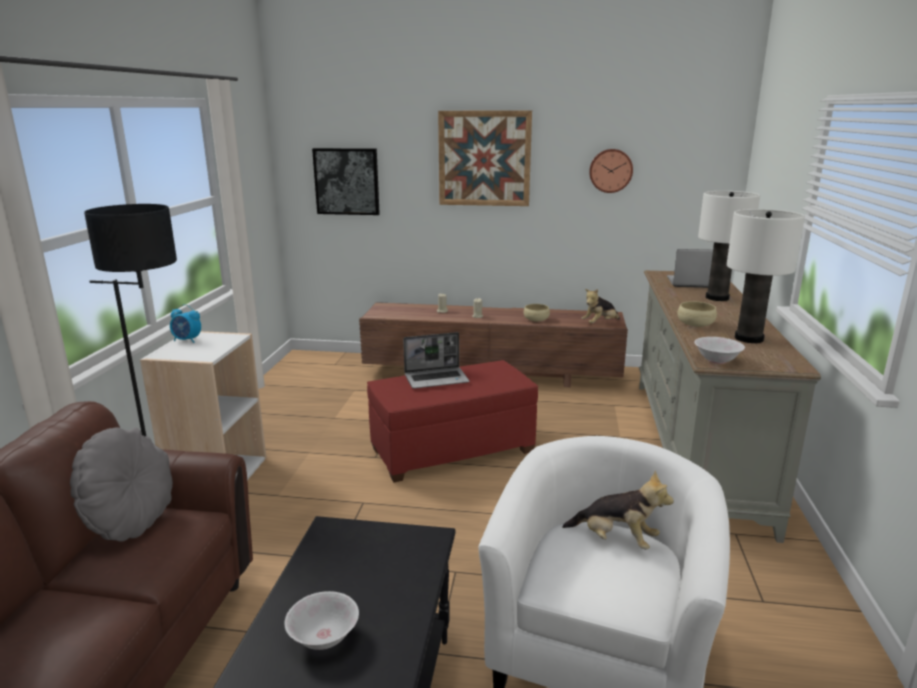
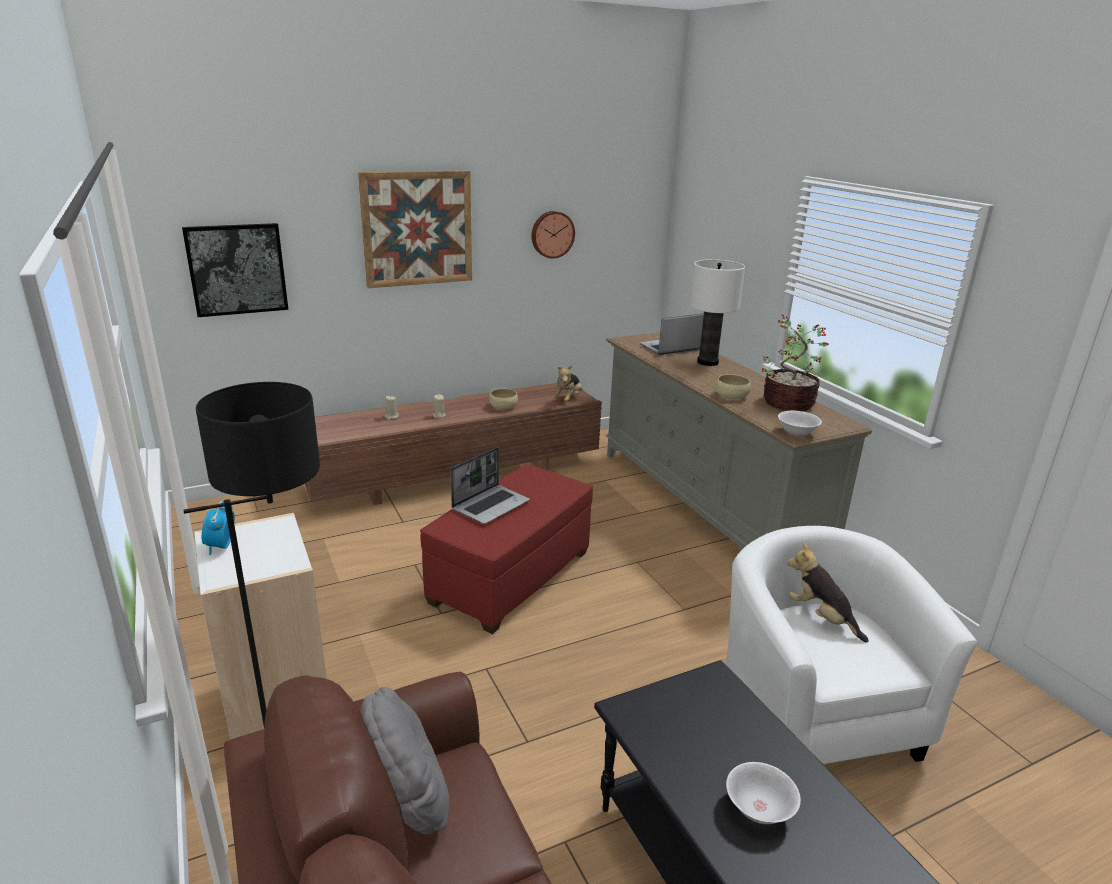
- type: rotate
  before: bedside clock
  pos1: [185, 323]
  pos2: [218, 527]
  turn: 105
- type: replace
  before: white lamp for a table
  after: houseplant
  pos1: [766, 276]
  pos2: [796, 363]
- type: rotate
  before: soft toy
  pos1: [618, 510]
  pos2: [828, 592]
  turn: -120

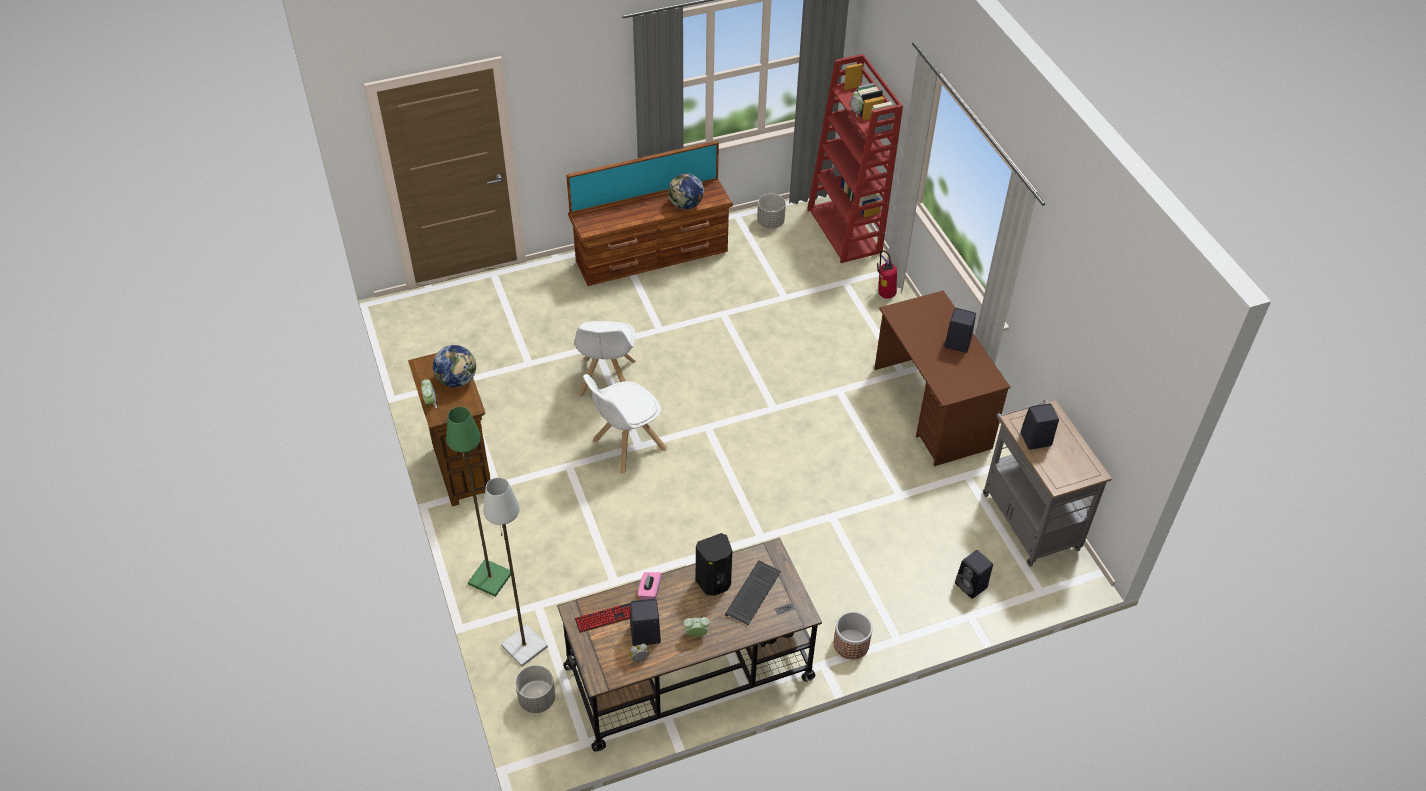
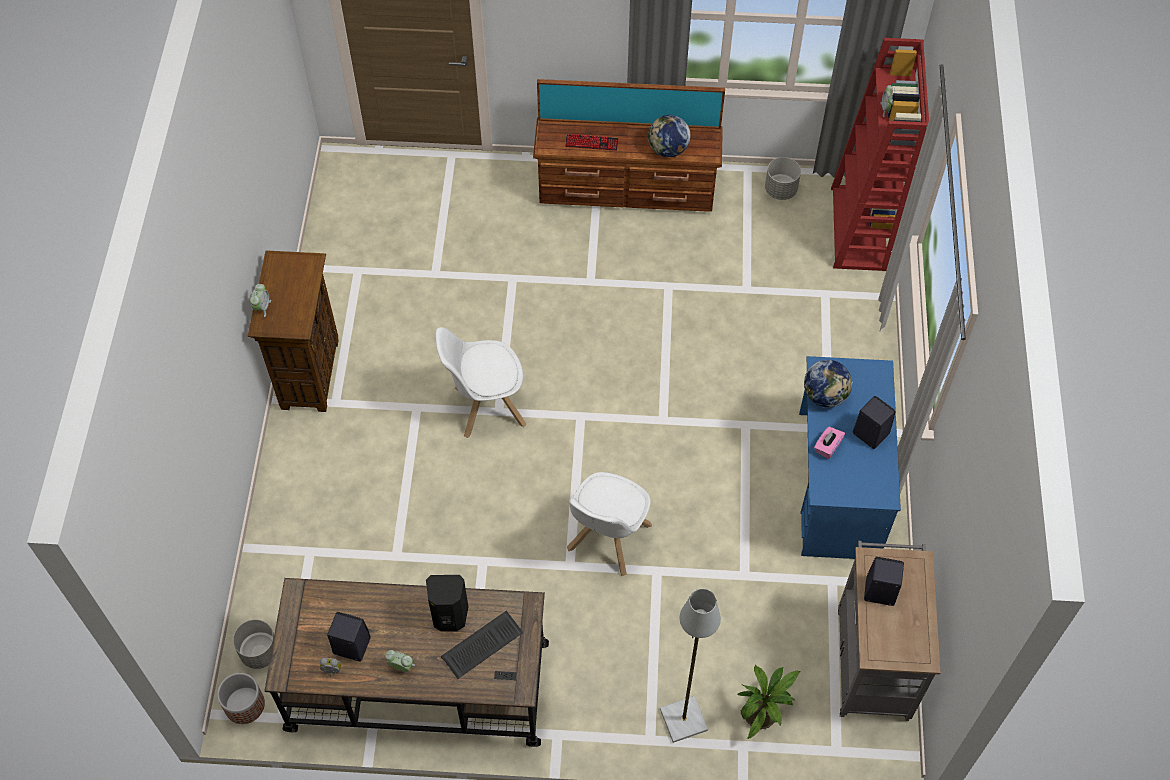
- type: move
  before: planter
  pos1: [853, 635]
  pos2: [241, 698]
- type: move
  before: keyboard
  pos1: [602, 618]
  pos2: [591, 142]
- type: move
  before: white chair
  pos1: [605, 359]
  pos2: [609, 524]
- type: move
  before: grey floor lamp
  pos1: [515, 572]
  pos2: [690, 666]
- type: replace
  before: black-coloured speaker
  after: houseplant
  pos1: [974, 574]
  pos2: [769, 702]
- type: recolor
  before: brownish desk
  after: blue desk
  pos1: [942, 378]
  pos2: [850, 457]
- type: move
  before: world globe
  pos1: [454, 366]
  pos2: [828, 383]
- type: move
  before: pink-coloured tissue box
  pos1: [649, 586]
  pos2: [829, 442]
- type: delete
  before: green-coloured floor lamp
  pos1: [478, 502]
- type: delete
  before: fire extinguisher
  pos1: [887, 274]

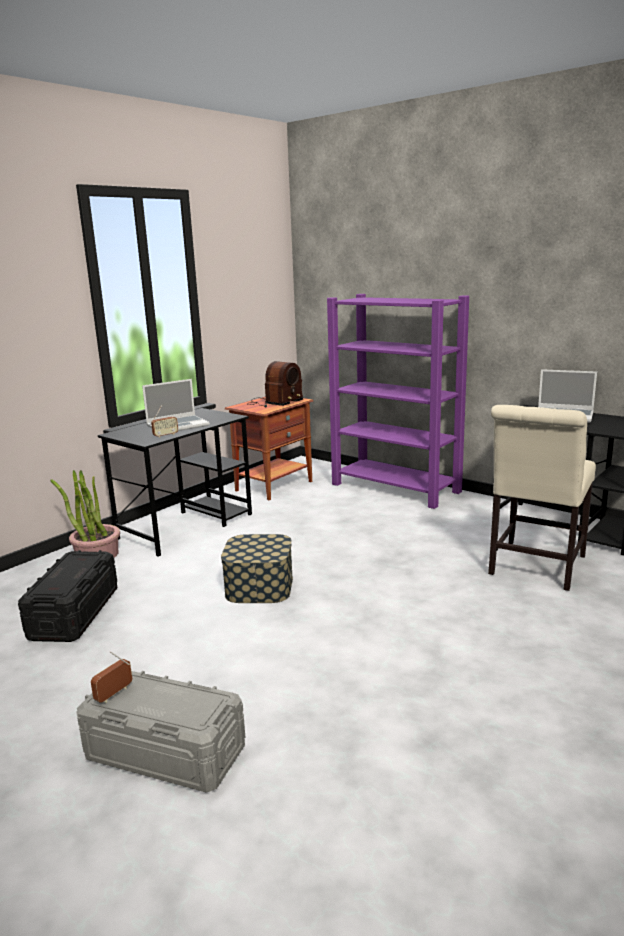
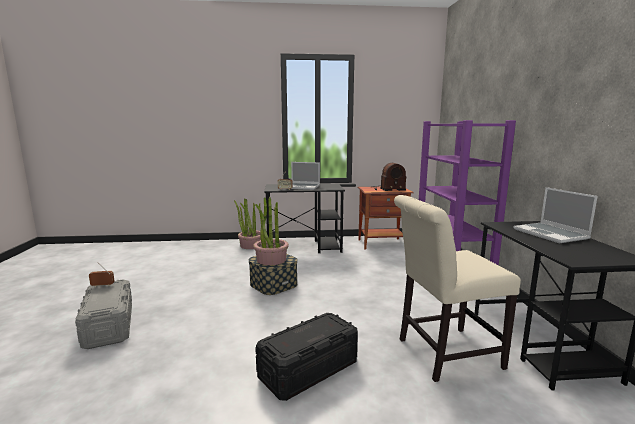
- type: insert
  after: houseplant
  pos2: [271, 231]
- type: move
  before: black-coloured storage container
  pos1: [68, 596]
  pos2: [306, 357]

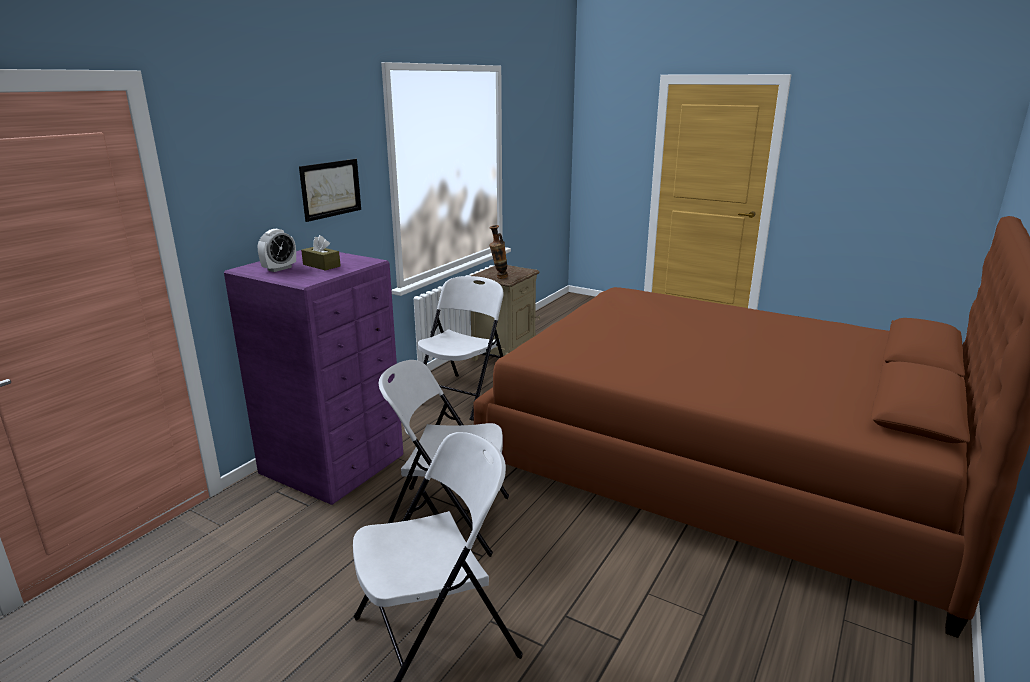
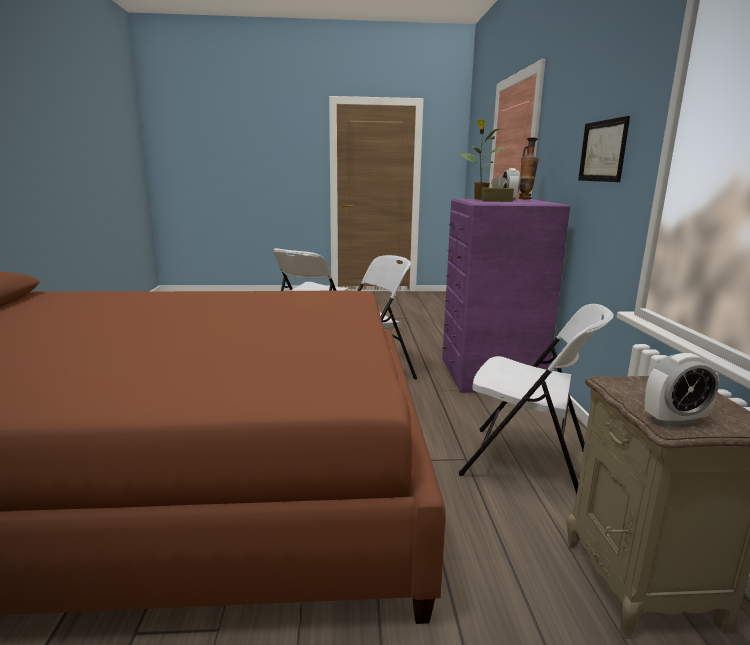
- type: rotate
  before: white chair
  pos1: [460, 348]
  pos2: [536, 399]
  turn: -60
- type: insert
  after: houseplant
  pos2: [482, 159]
- type: move
  before: flower vase
  pos1: [498, 252]
  pos2: [529, 168]
- type: insert
  after: bedside clock
  pos2: [682, 389]

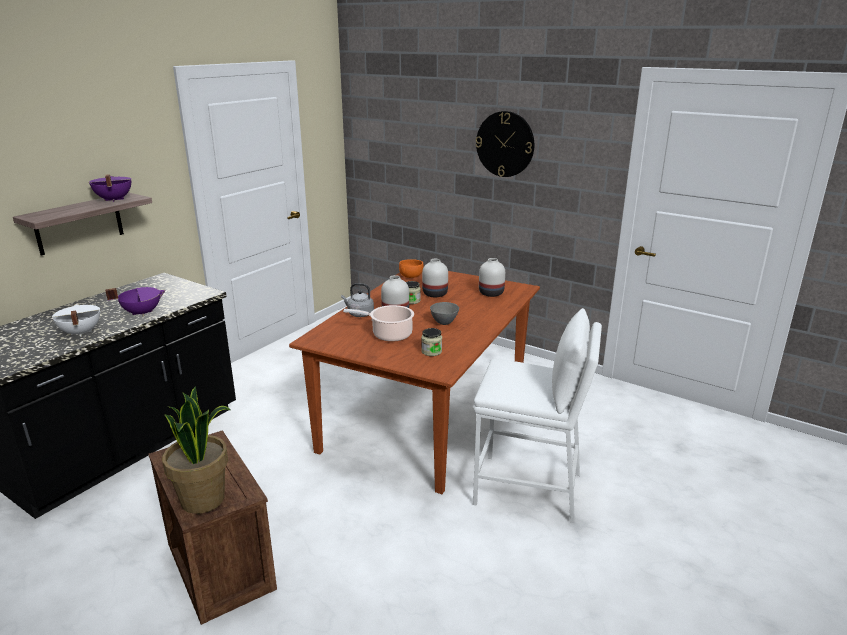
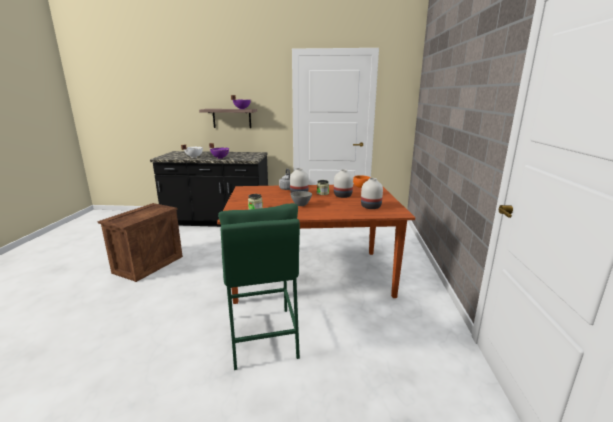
- type: recolor
  before: white sitting stool
  after: green-coloured sitting stool
  pos1: [537, 415]
  pos2: [259, 286]
- type: delete
  before: houseplant
  pos1: [196, 450]
- type: delete
  before: cooking pot
  pos1: [378, 323]
- type: delete
  before: clock on the wall
  pos1: [505, 144]

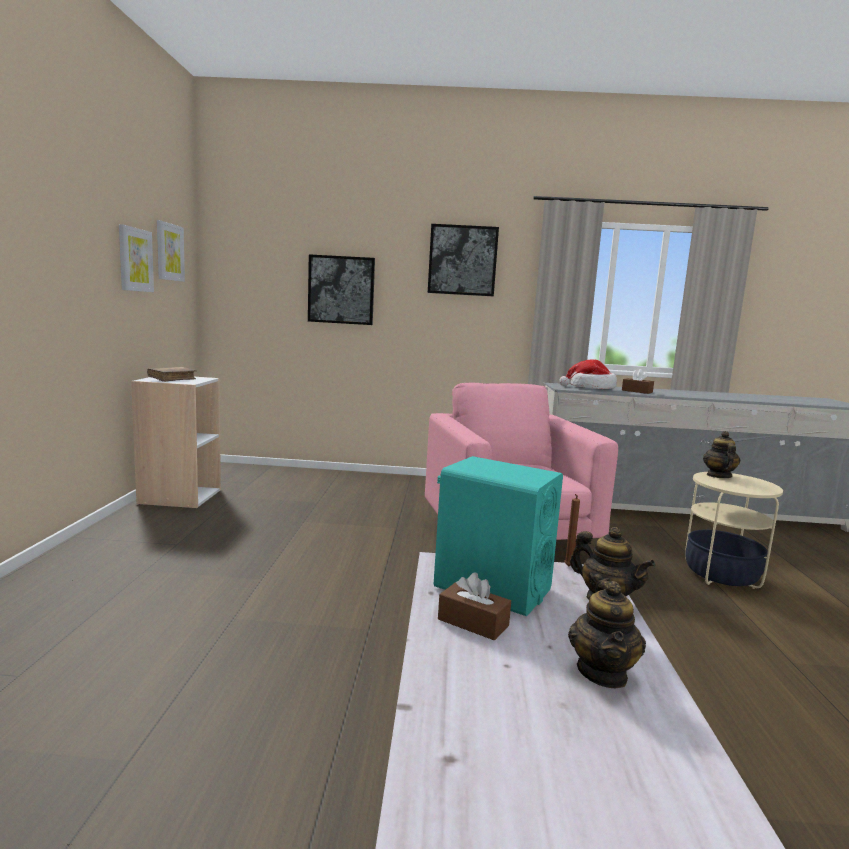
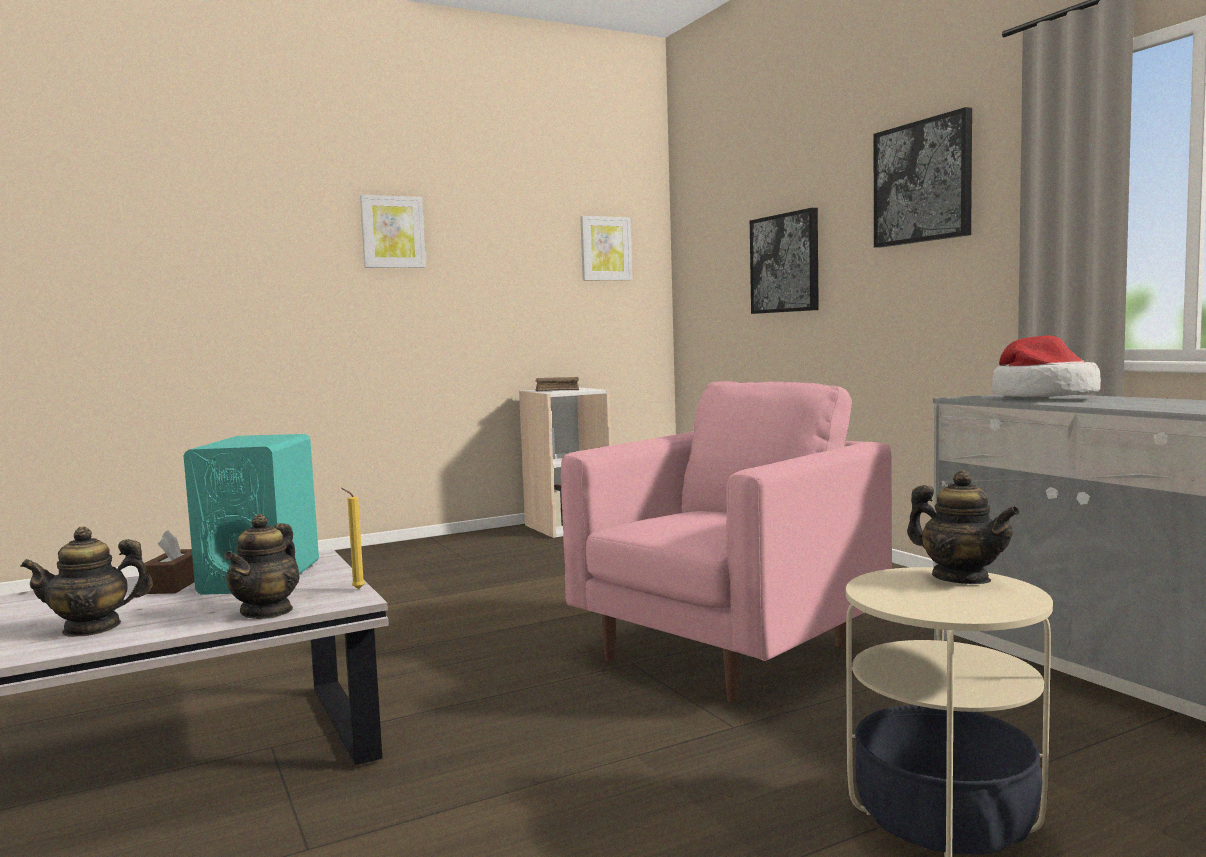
- type: recolor
  before: brownish wax candle
  after: yellow wax candle
  pos1: [572, 530]
  pos2: [353, 538]
- type: move
  before: wall art
  pos1: [136, 258]
  pos2: [393, 231]
- type: rotate
  before: tea pot
  pos1: [721, 454]
  pos2: [963, 527]
  turn: 75
- type: delete
  before: brownish tissue box
  pos1: [638, 381]

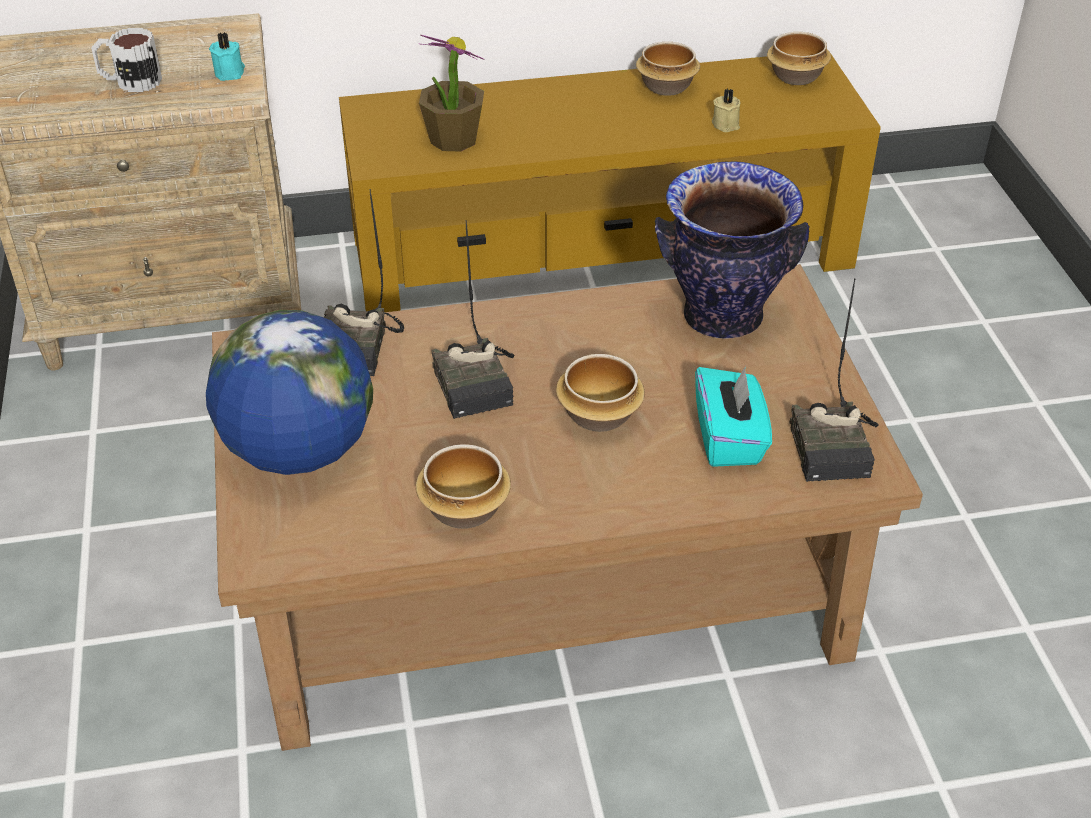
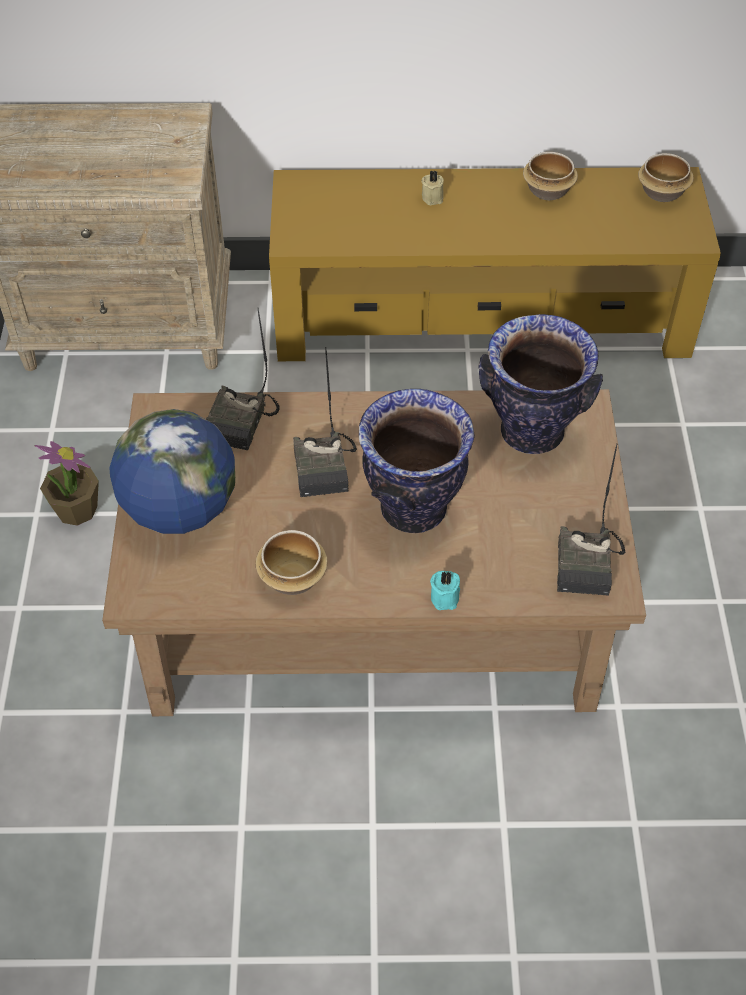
- type: move
  before: houseplant
  pos1: [452, 93]
  pos2: [67, 483]
- type: replace
  before: deep dish
  after: flower vase
  pos1: [600, 393]
  pos2: [417, 461]
- type: move
  before: beige-coloured wax candle
  pos1: [726, 110]
  pos2: [433, 187]
- type: move
  before: turquoise-coloured wax candle
  pos1: [227, 56]
  pos2: [445, 590]
- type: delete
  before: tea mug
  pos1: [126, 60]
- type: delete
  before: turquoise-coloured tissue box
  pos1: [733, 416]

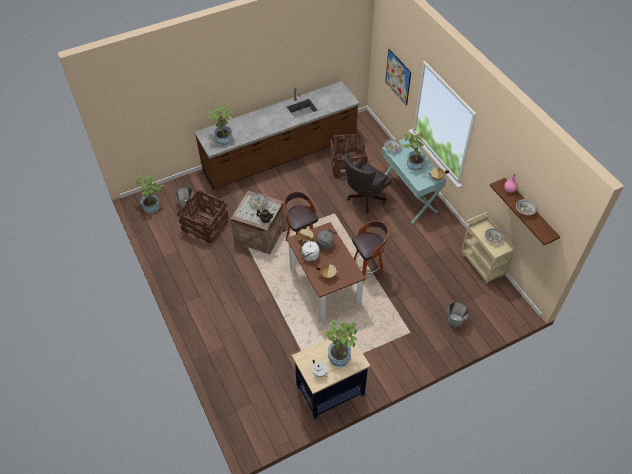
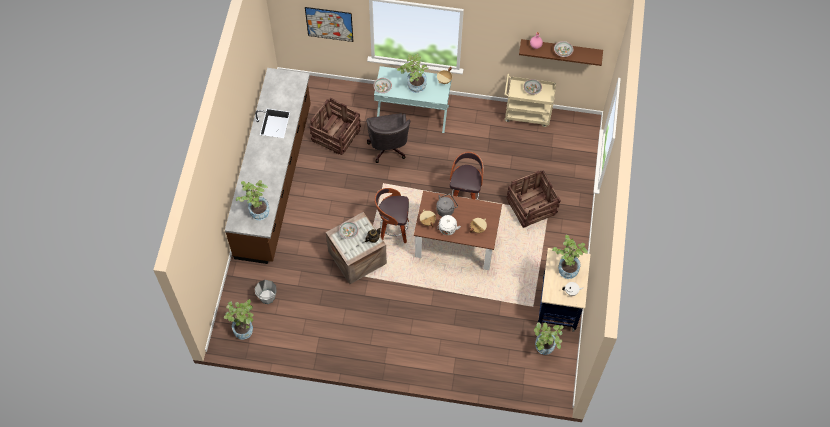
- type: move
  before: shipping crate
  pos1: [203, 216]
  pos2: [534, 199]
- type: insert
  after: houseplant
  pos2: [549, 338]
- type: delete
  before: grey pail
  pos1: [458, 314]

